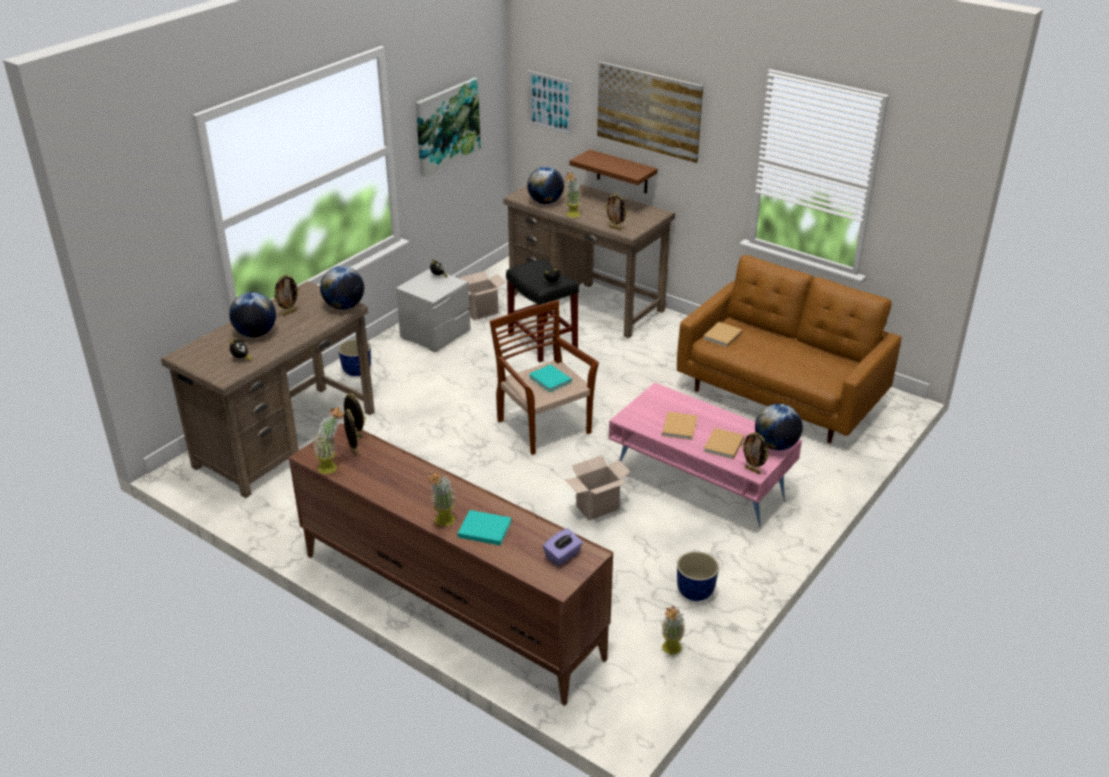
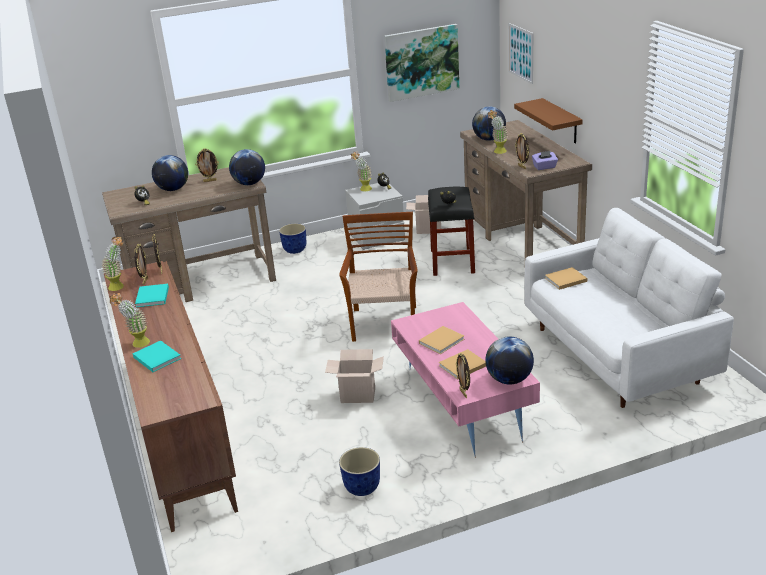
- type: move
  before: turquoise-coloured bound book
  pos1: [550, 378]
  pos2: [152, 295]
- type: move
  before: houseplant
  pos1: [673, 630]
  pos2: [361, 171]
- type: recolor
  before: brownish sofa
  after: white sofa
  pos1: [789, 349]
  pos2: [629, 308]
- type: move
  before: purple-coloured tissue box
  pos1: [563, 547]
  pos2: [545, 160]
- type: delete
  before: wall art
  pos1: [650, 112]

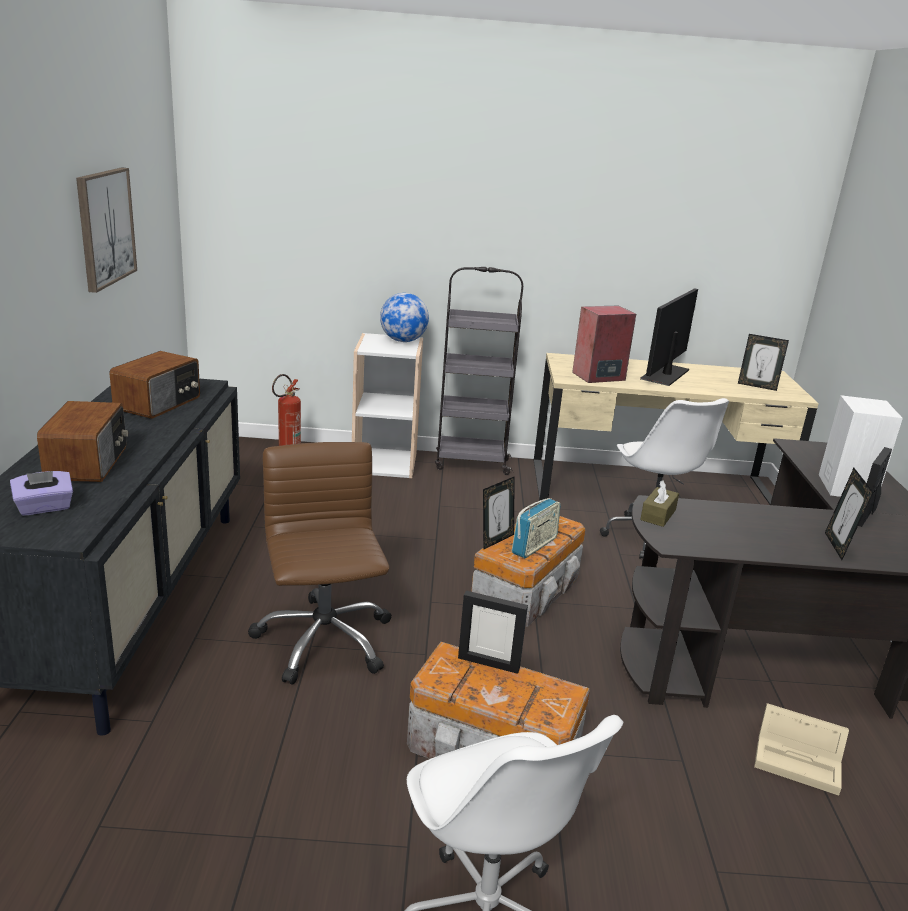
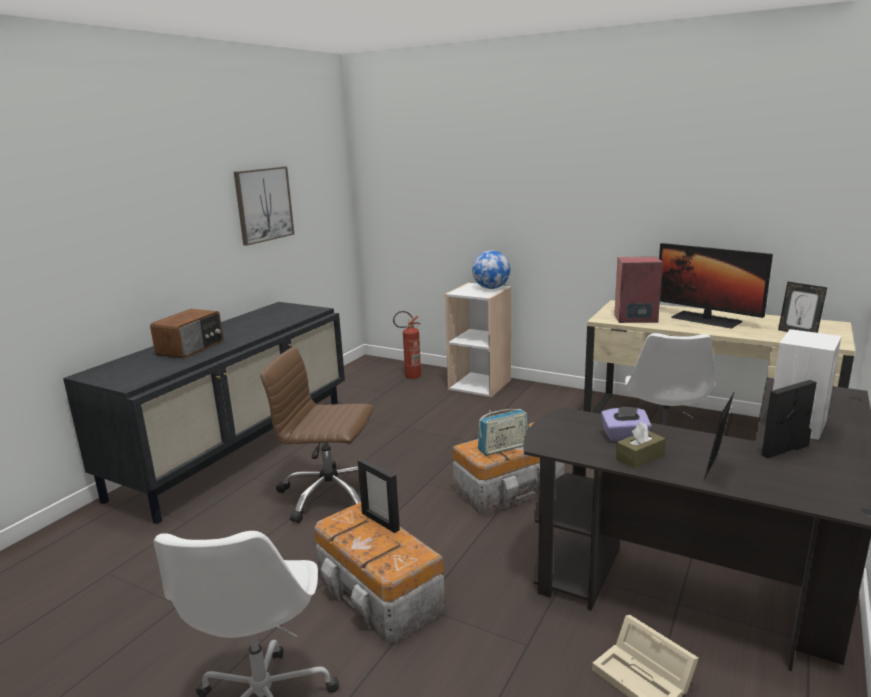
- type: rotate
  before: brownish office chair
  pos1: [320, 563]
  pos2: [317, 435]
  turn: -90
- type: move
  before: purple-coloured tissue box
  pos1: [41, 493]
  pos2: [626, 424]
- type: move
  before: brownish tissue box
  pos1: [659, 503]
  pos2: [641, 445]
- type: rotate
  before: computer screen
  pos1: [669, 337]
  pos2: [716, 286]
  turn: -105
- type: delete
  before: radio
  pos1: [154, 385]
- type: delete
  before: grey cart
  pos1: [479, 371]
- type: delete
  before: photo frame
  pos1: [498, 513]

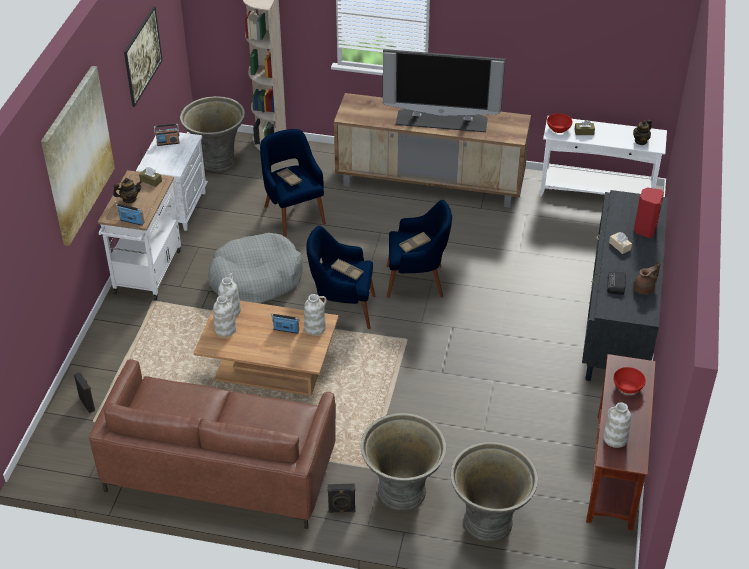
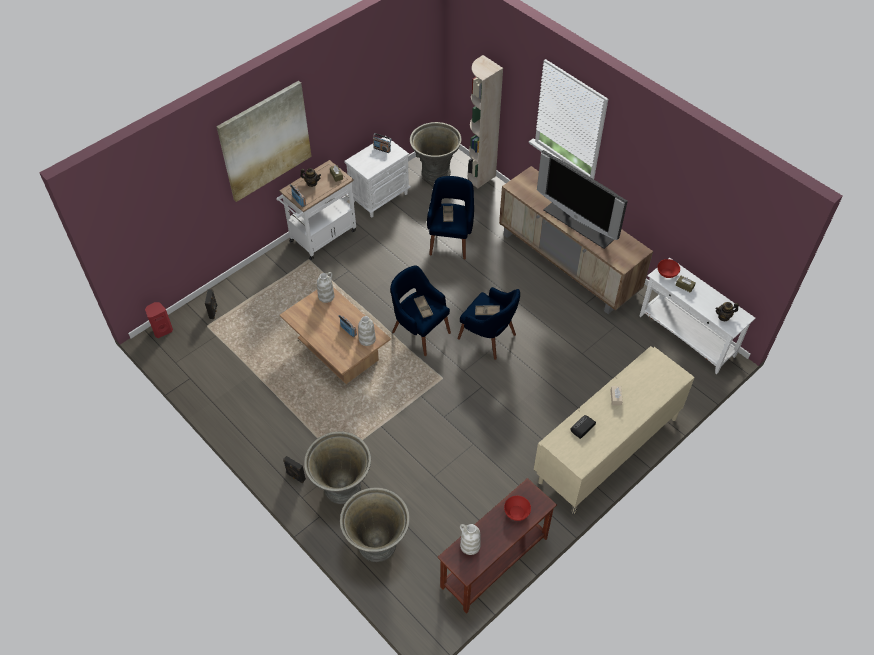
- type: move
  before: red-coloured speaker
  pos1: [649, 213]
  pos2: [159, 320]
- type: recolor
  before: black-coloured cabinet
  after: beige-coloured cabinet
  pos1: [625, 285]
  pos2: [614, 430]
- type: delete
  before: brownish sofa
  pos1: [212, 444]
- type: delete
  before: wall art
  pos1: [143, 57]
- type: delete
  before: grey dog bed
  pos1: [256, 268]
- type: delete
  before: white flower vase
  pos1: [224, 315]
- type: delete
  before: brownish tea pot
  pos1: [647, 277]

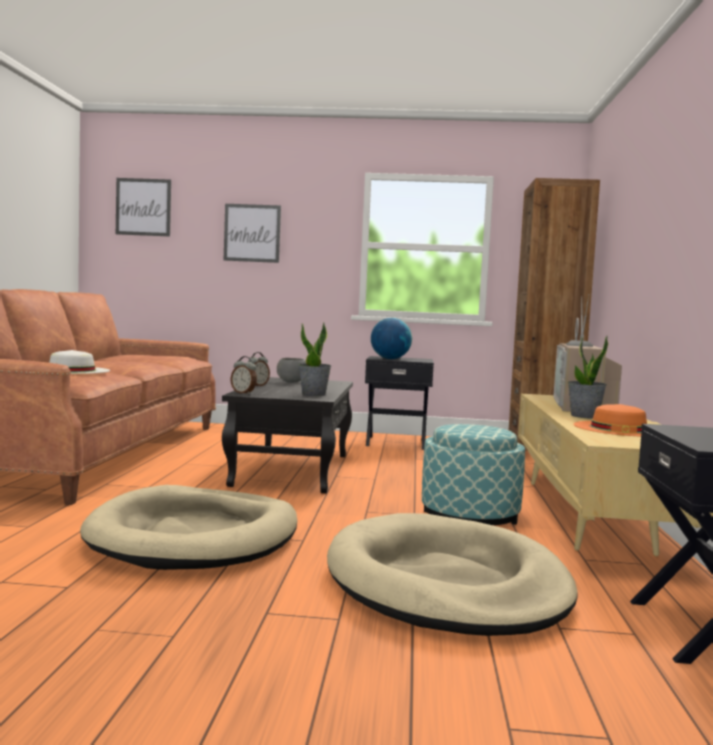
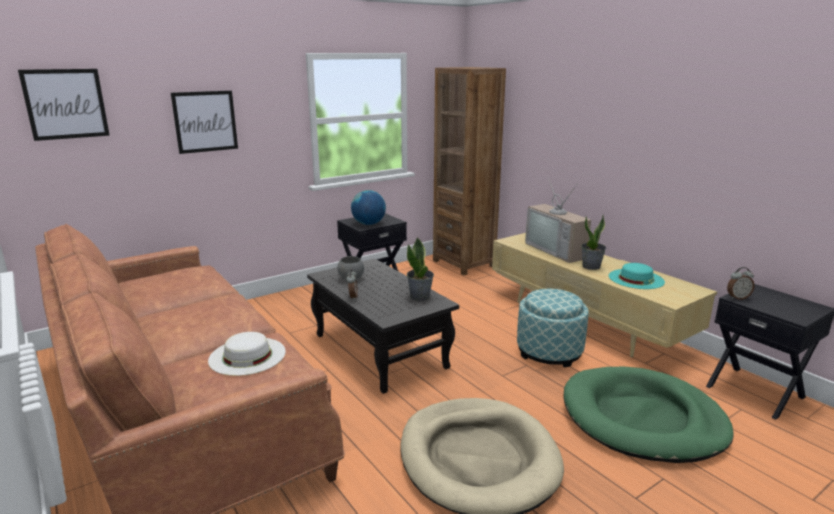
- type: recolor
  before: beige-coloured dog bed
  after: green-coloured dog bed
  pos1: [452, 574]
  pos2: [648, 415]
- type: recolor
  before: orange-coloured clothing hat
  after: turquoise-coloured clothing hat
  pos1: [610, 420]
  pos2: [637, 276]
- type: move
  before: bedside clock
  pos1: [244, 375]
  pos2: [740, 283]

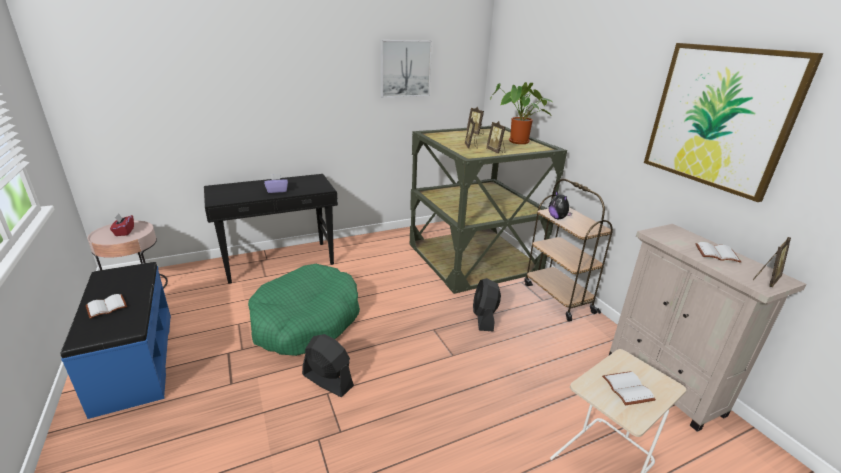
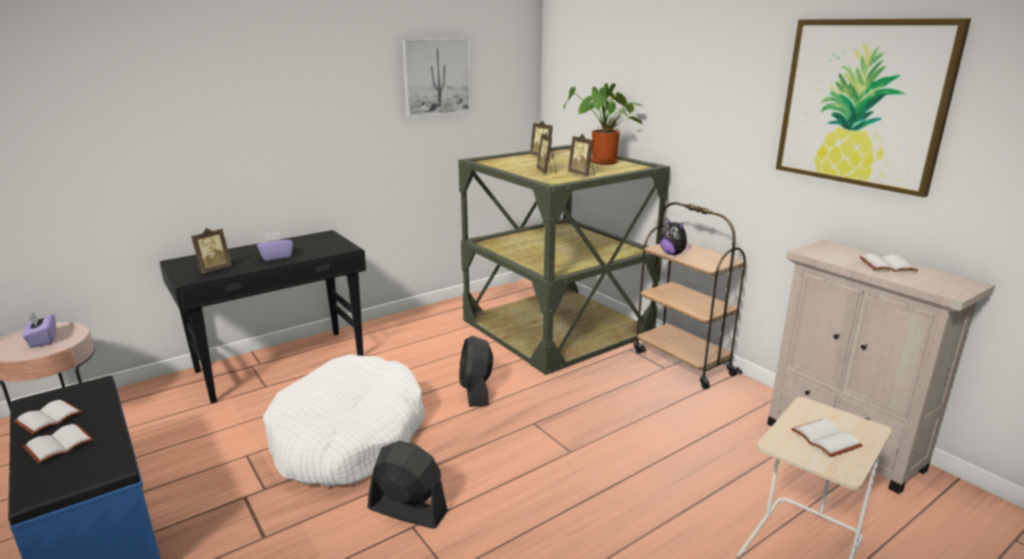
- type: insert
  after: white bound book
  pos2: [48, 417]
- type: recolor
  before: red-coloured tissue box
  after: purple-coloured tissue box
  pos1: [122, 225]
  pos2: [39, 330]
- type: move
  before: photo frame
  pos1: [772, 262]
  pos2: [211, 251]
- type: recolor
  before: green-coloured dog bed
  after: white dog bed
  pos1: [304, 310]
  pos2: [344, 420]
- type: move
  before: black-coloured fan
  pos1: [487, 305]
  pos2: [476, 371]

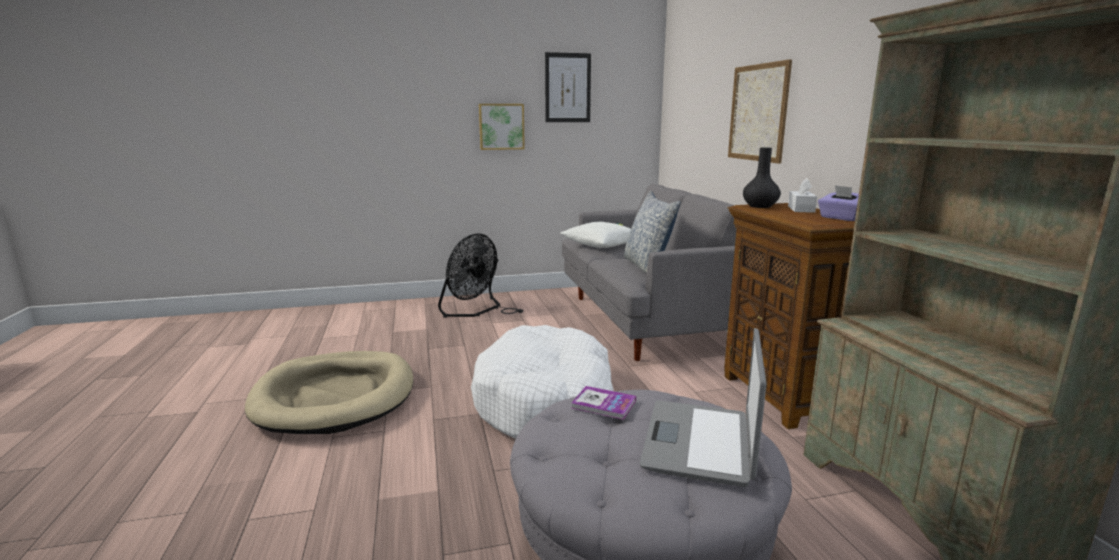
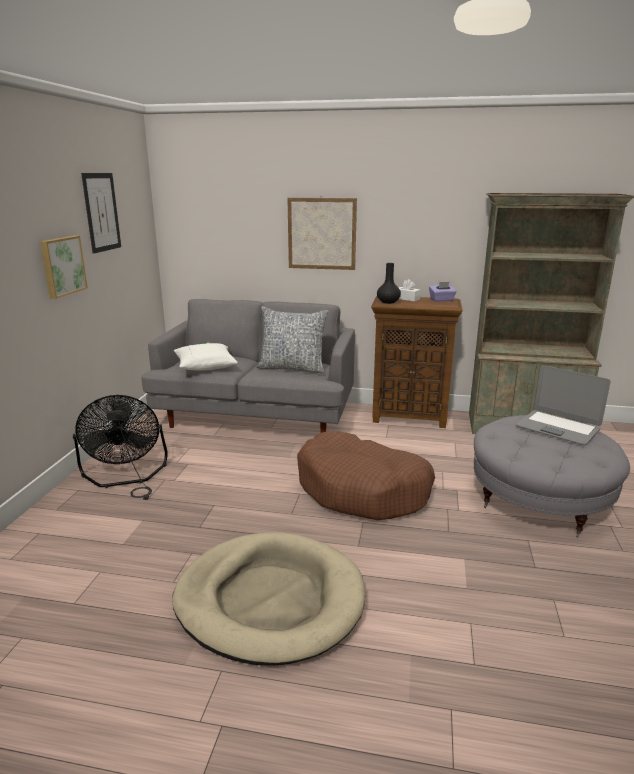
- type: rotate
  before: black-coloured fan
  pos1: [480, 275]
  pos2: [120, 447]
  turn: 105
- type: recolor
  before: white dog bed
  after: brownish dog bed
  pos1: [542, 382]
  pos2: [366, 475]
- type: delete
  before: bound book
  pos1: [603, 403]

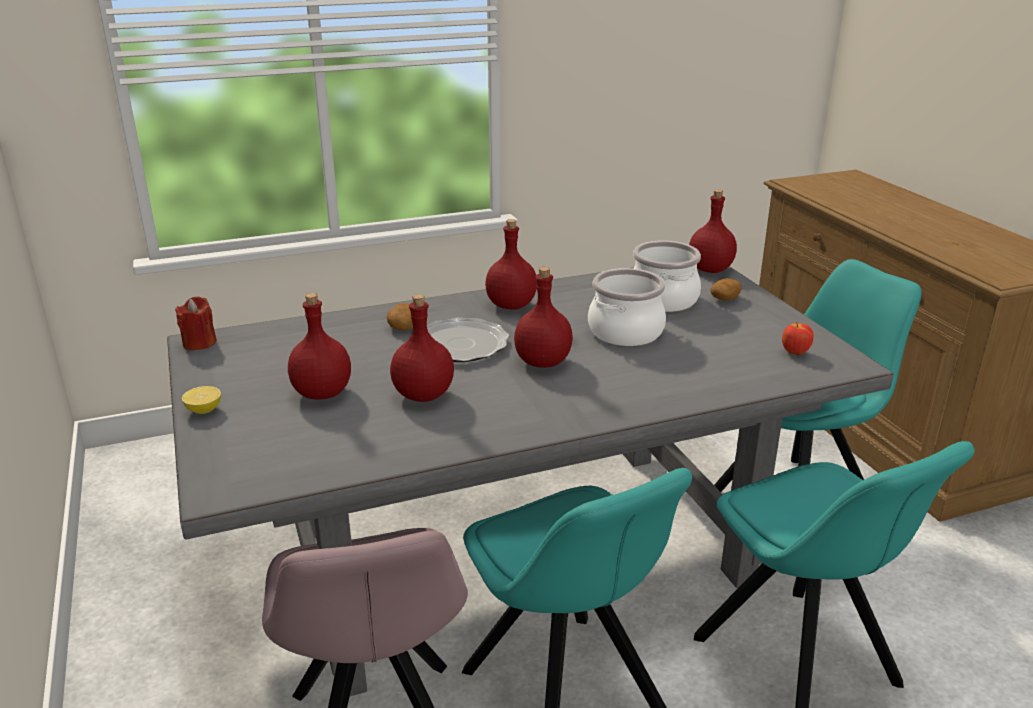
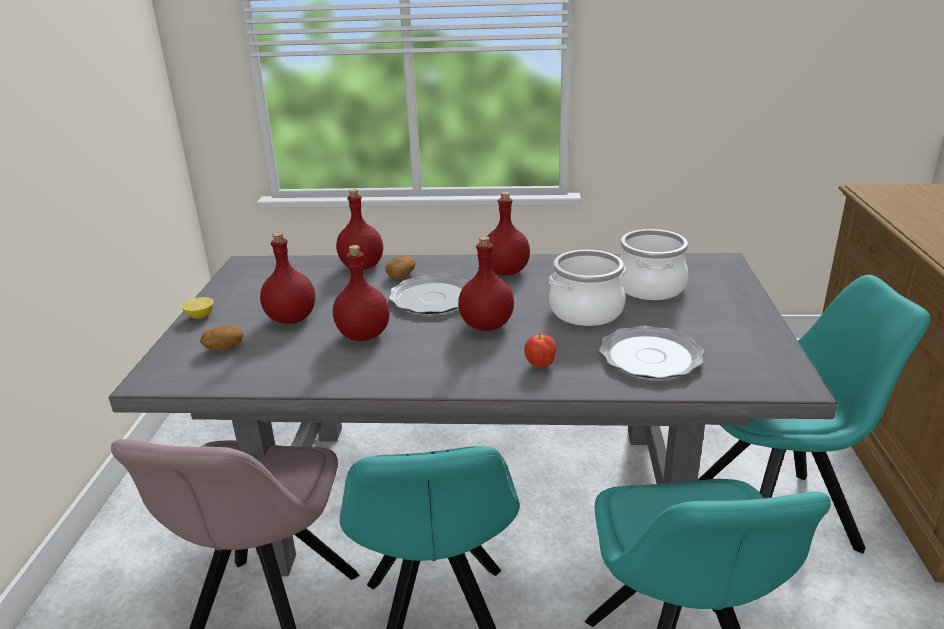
- type: move
  before: potato
  pos1: [726, 289]
  pos2: [221, 337]
- type: move
  before: red-coloured bottle
  pos1: [713, 231]
  pos2: [359, 229]
- type: move
  before: whole apple
  pos1: [798, 338]
  pos2: [540, 351]
- type: insert
  after: flat dish
  pos2: [651, 352]
- type: delete
  before: red-coloured wax candle
  pos1: [196, 323]

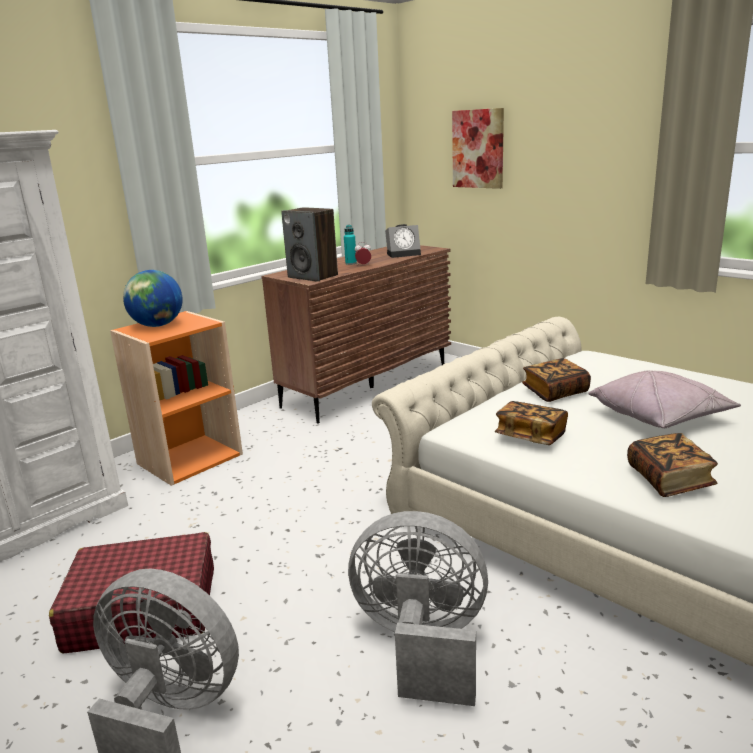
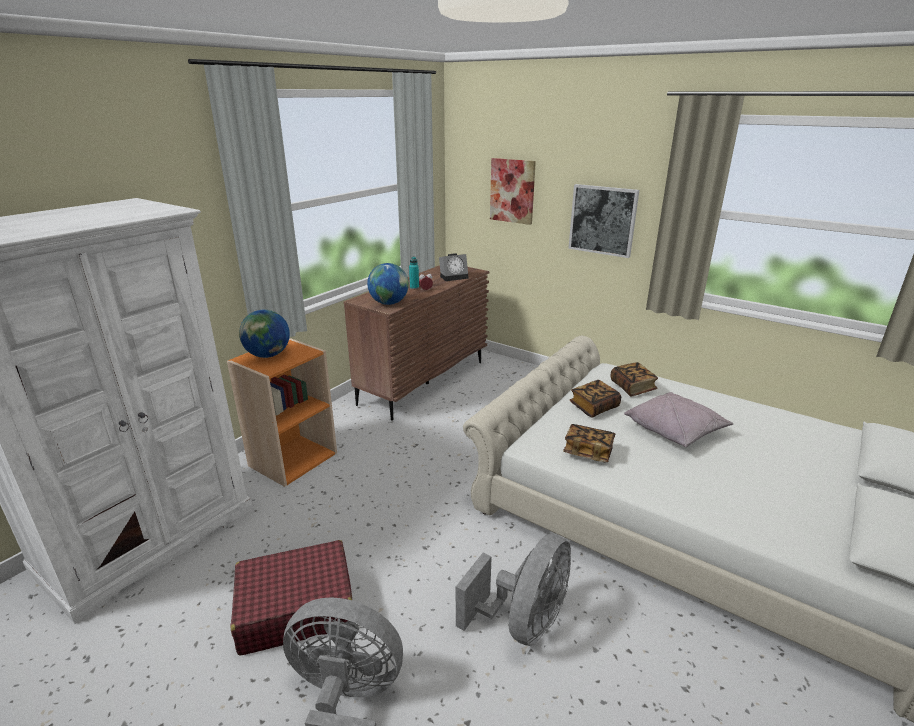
- type: replace
  before: speaker
  after: world globe
  pos1: [309, 244]
  pos2: [388, 284]
- type: rotate
  before: grey fan
  pos1: [418, 608]
  pos2: [513, 590]
  turn: 120
- type: insert
  after: wall art
  pos2: [603, 221]
- type: move
  before: bound book
  pos1: [672, 465]
  pos2: [634, 379]

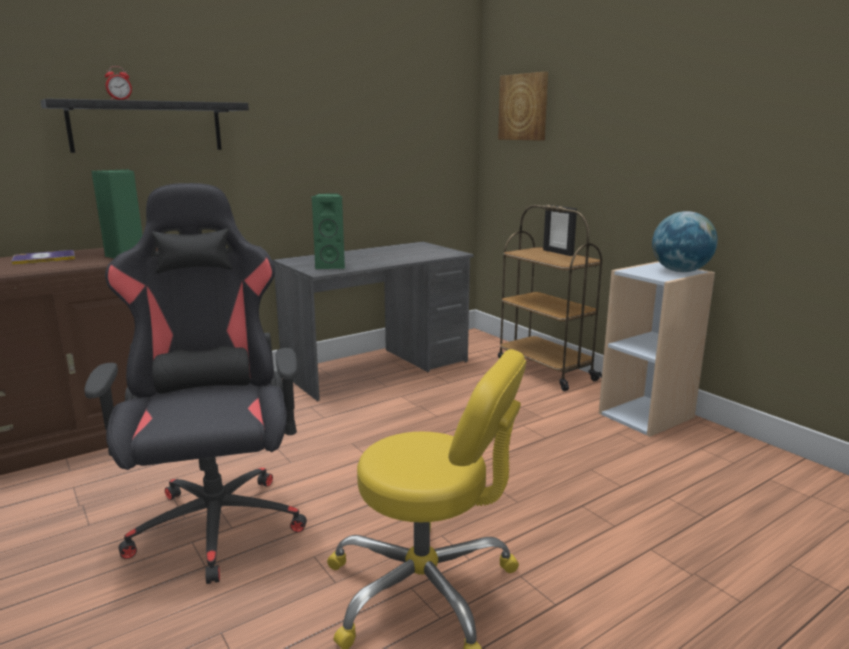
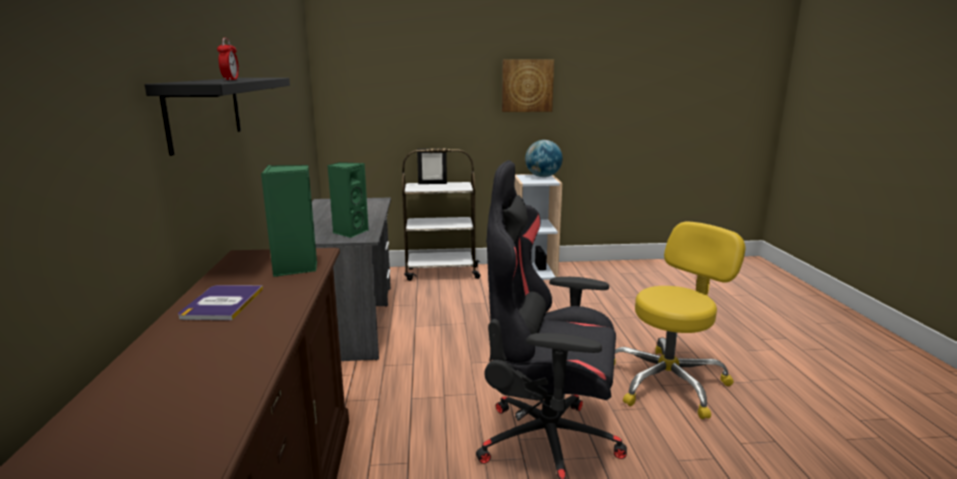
- type: recolor
  before: brownish cart
  after: white cart
  pos1: [550, 298]
  pos2: [441, 214]
- type: move
  before: wall art
  pos1: [523, 106]
  pos2: [528, 86]

